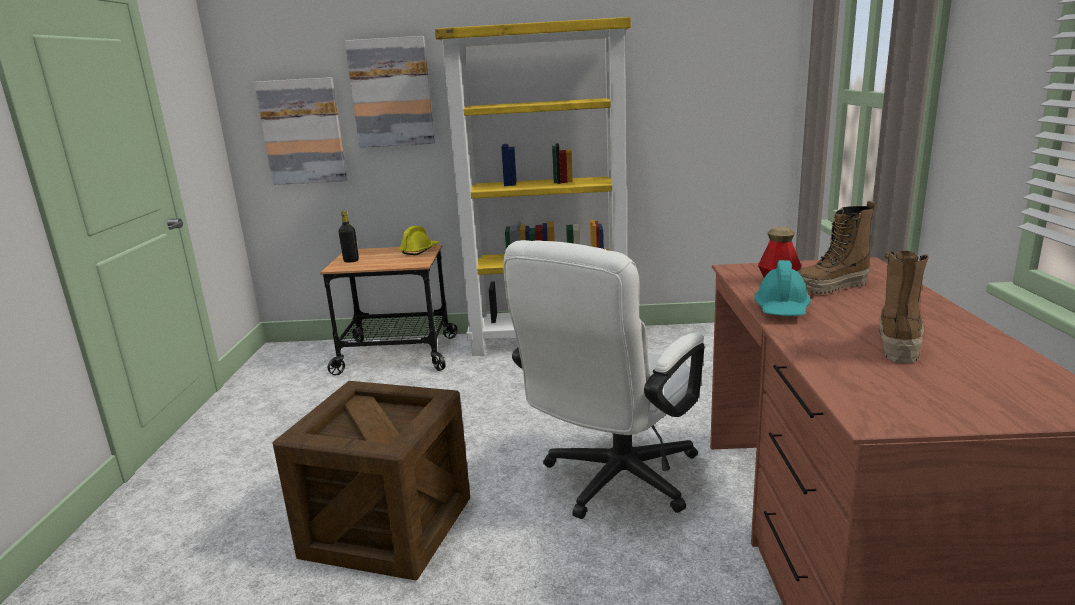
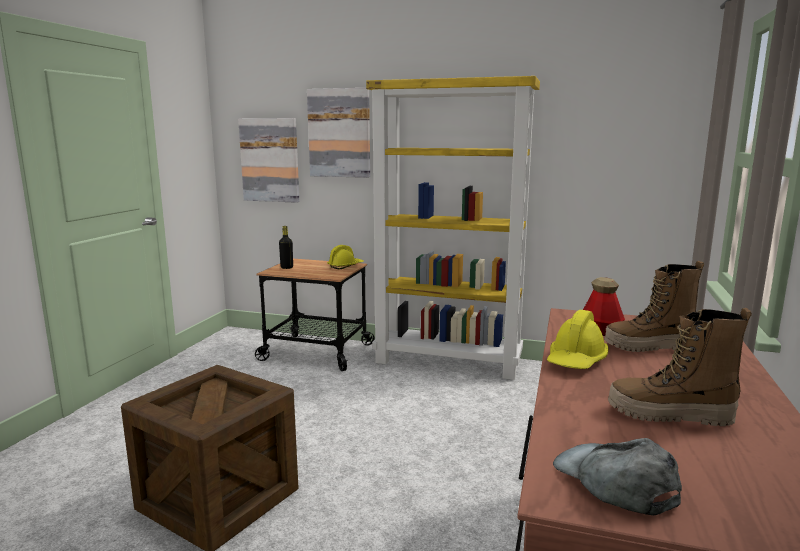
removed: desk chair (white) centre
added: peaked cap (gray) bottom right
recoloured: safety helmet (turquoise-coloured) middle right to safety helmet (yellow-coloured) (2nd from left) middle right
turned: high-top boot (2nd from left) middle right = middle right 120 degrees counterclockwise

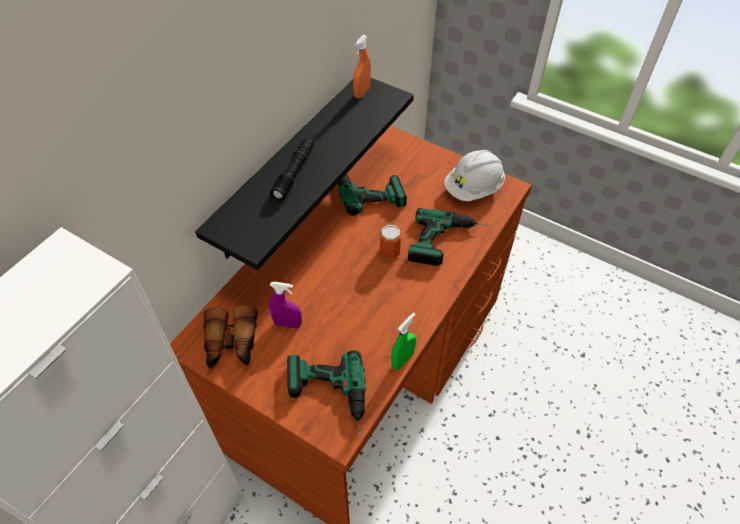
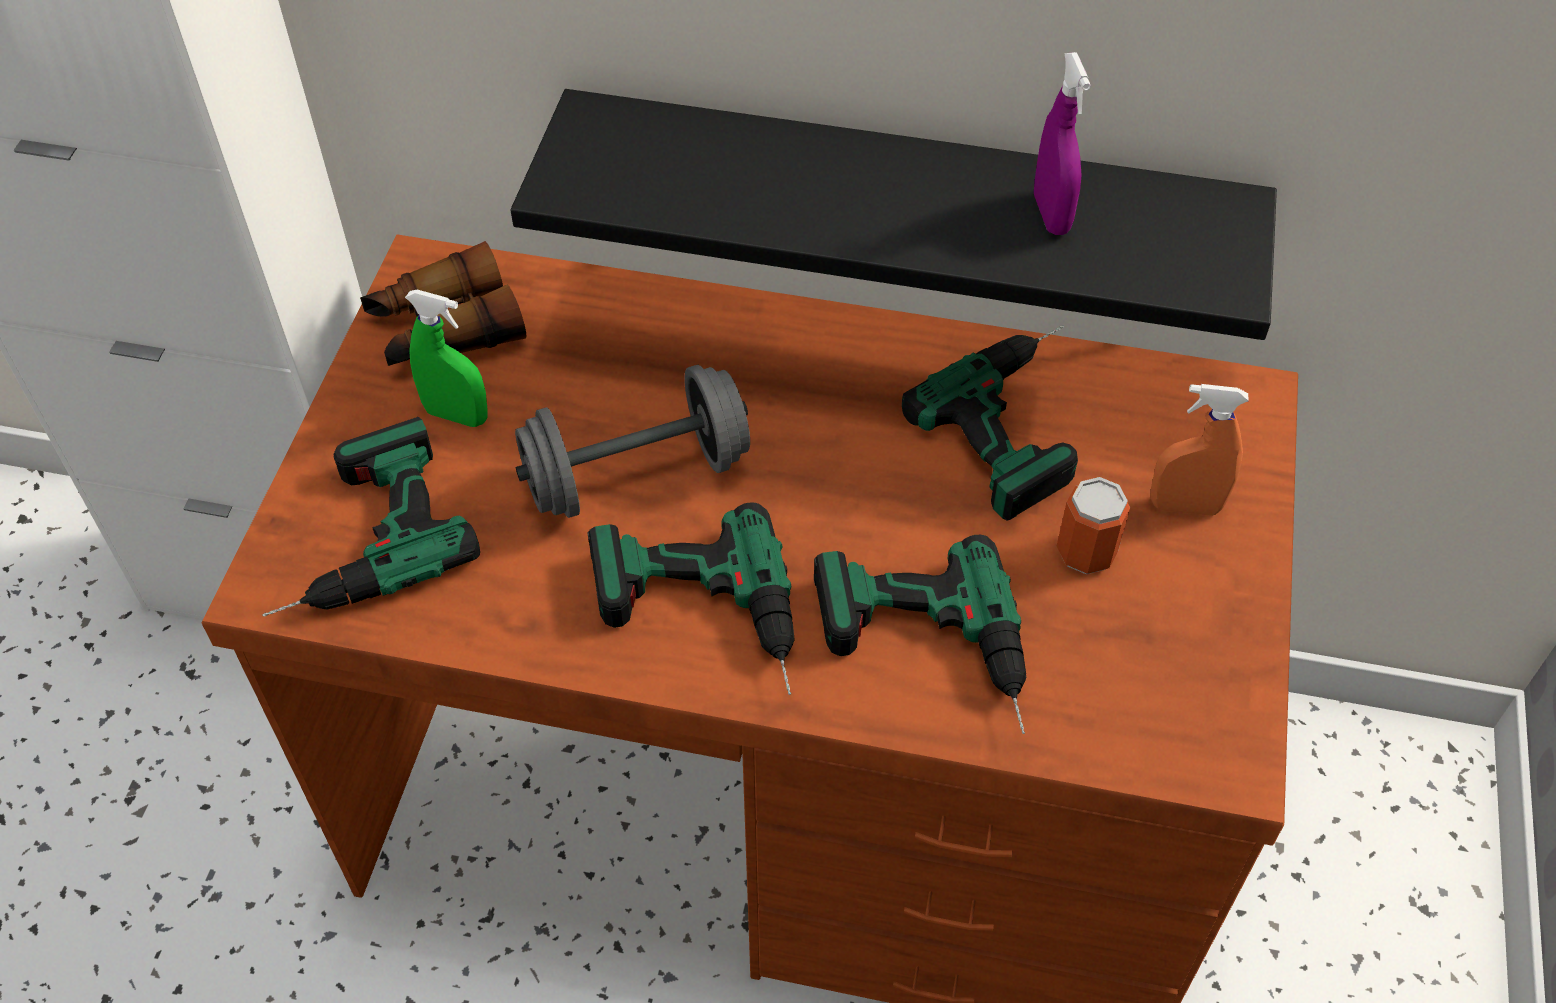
removed: hand torch (blackish) top centre; safety helmet (white) centre
added: hand weight (gray) centre; electric drill (2nd from left) centre
moved: sprayer (purple-coloured) centre to top right; sprayer (orangey) top centre to middle right; metal can centre to middle right; sprayer (green-coloured) centre to middle left

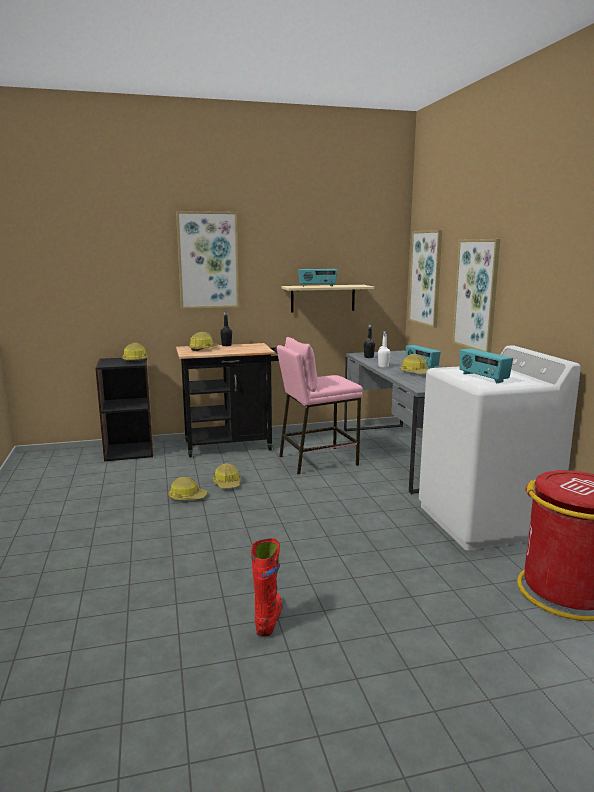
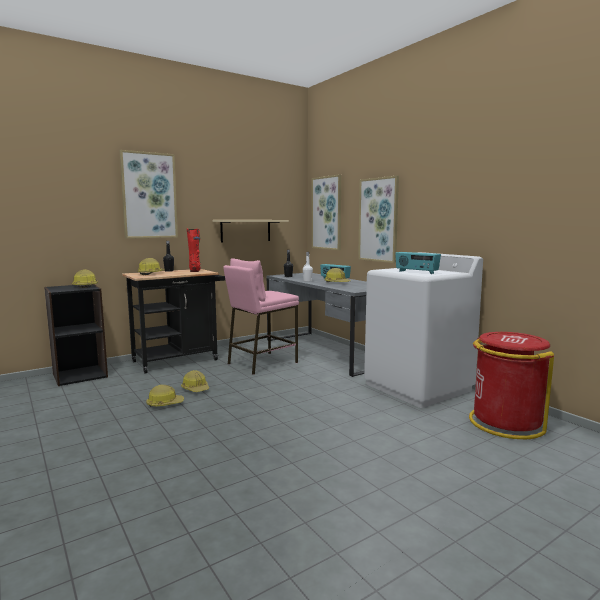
removed: radio receiver (1st from left) centre
moved: high-top boot (red-coloured) bottom centre to middle left

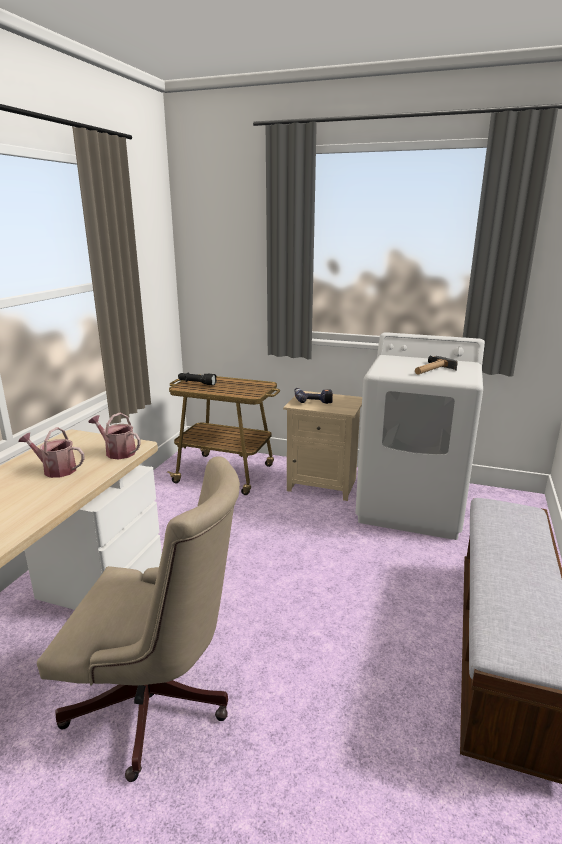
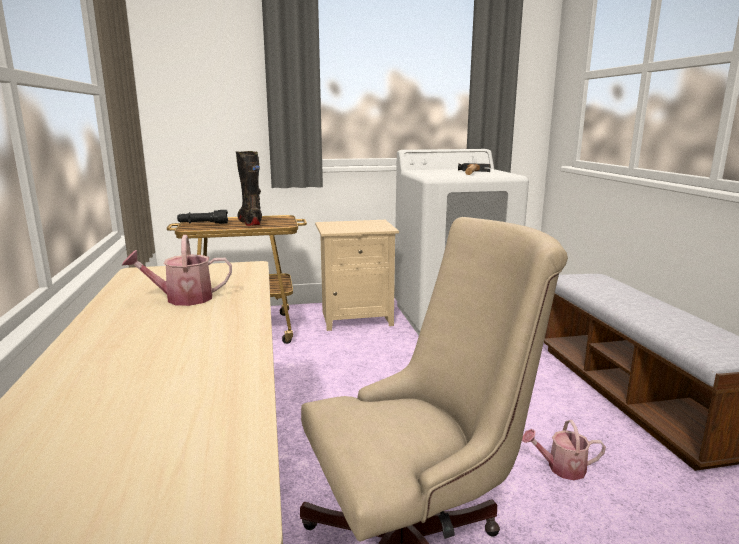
removed: electric drill centre
added: high-top boot (blackish) centre
moved: sprinkling can (2nd from left) middle left to bottom right

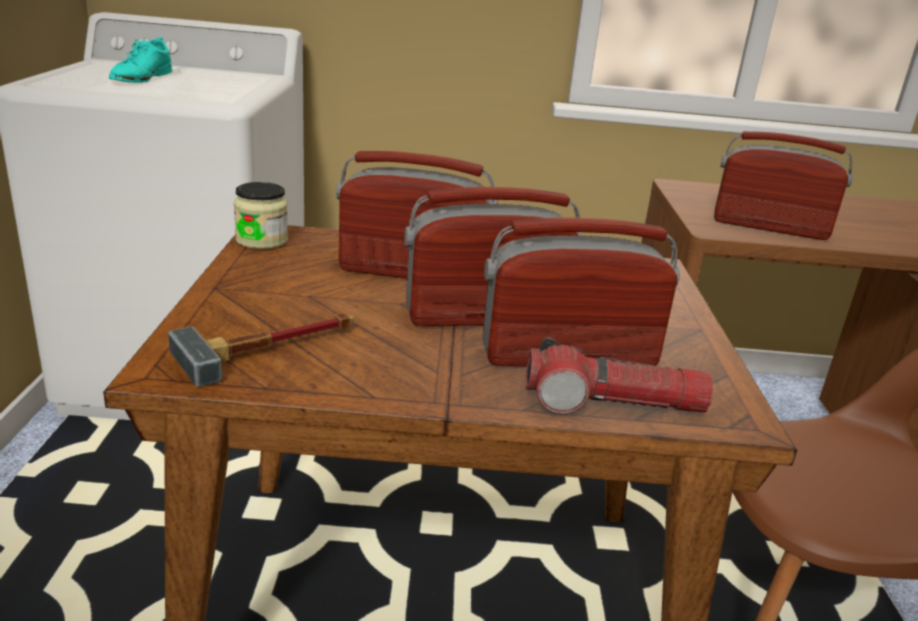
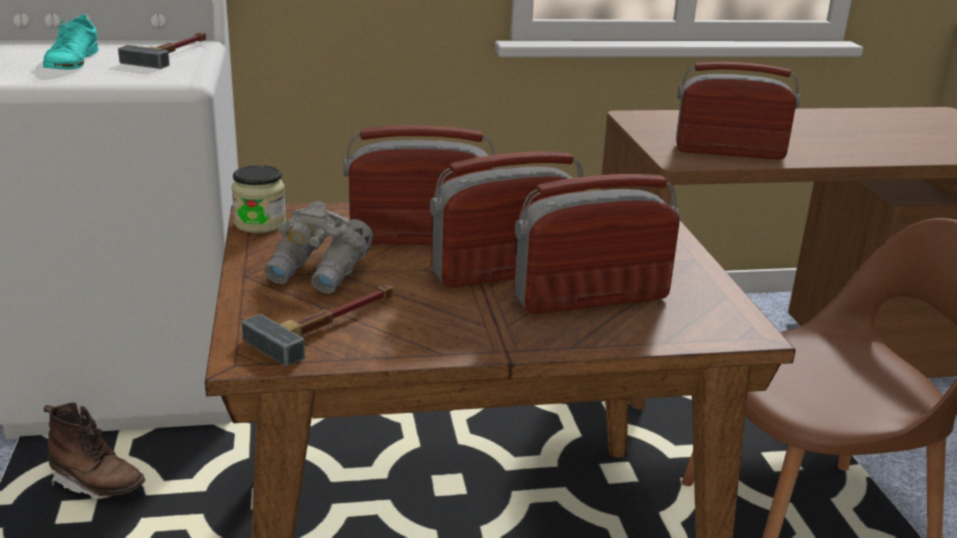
removed: hand torch middle right
added: high-top boot (brown-coloured) bottom left; hammer (1st from left) top left; binoculars (gray) middle left

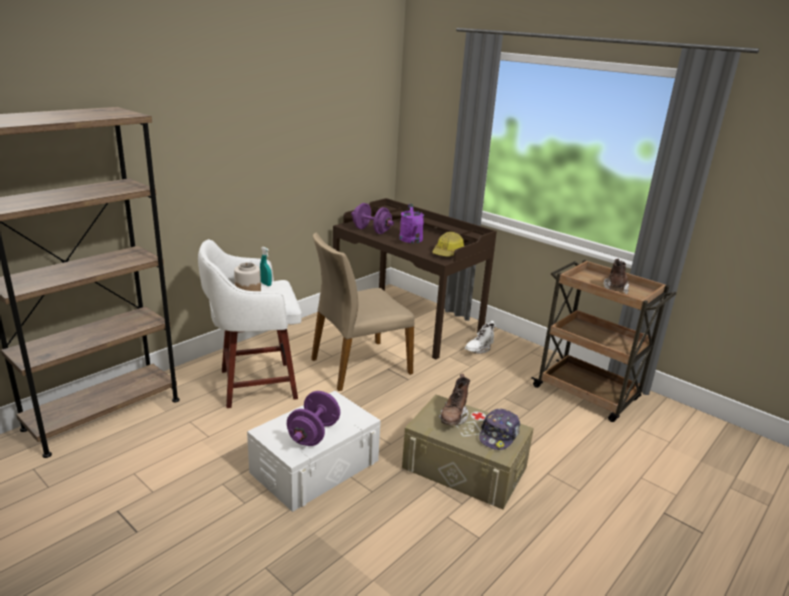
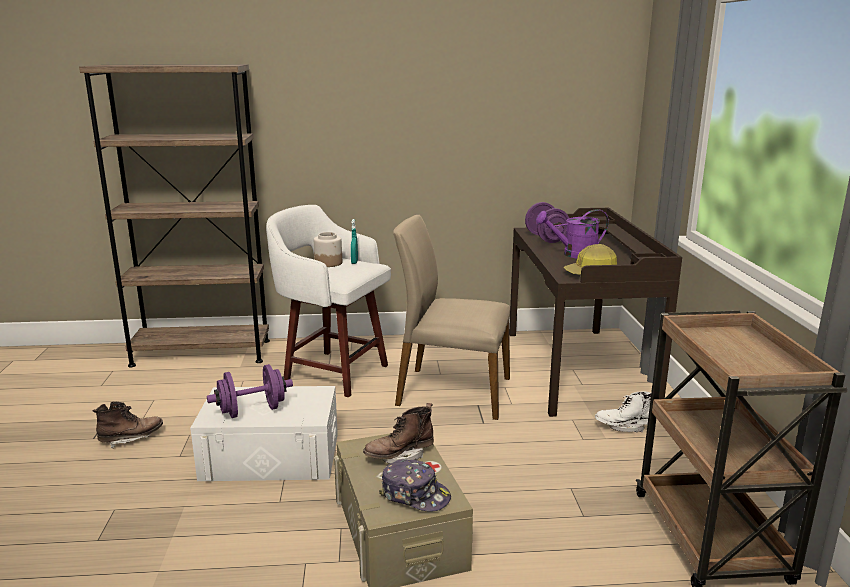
moved: high-top boot (brown-coloured) (2nd from left in the first image) middle right to high-top boot (brown-coloured) (1st from left) bottom left
turned: sprinkling can (purple-coloured) centre = middle right 45 degrees clockwise; peaked cap bottom centre = bottom centre 135 degrees counterclockwise

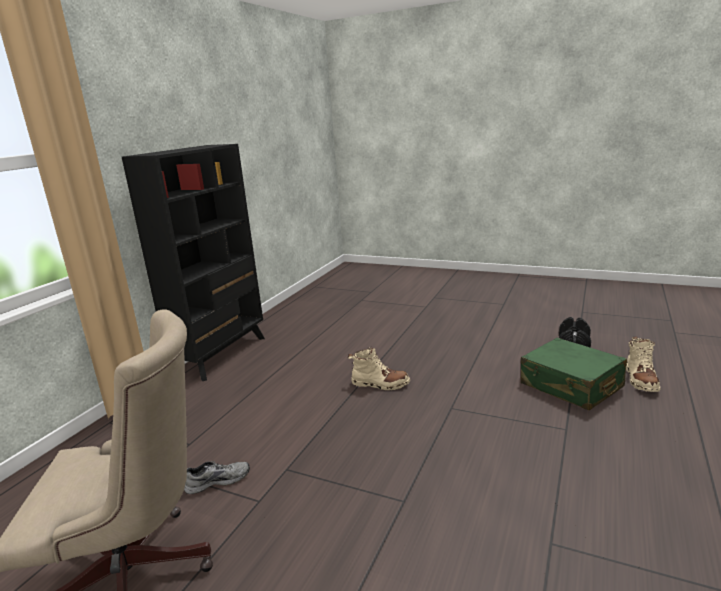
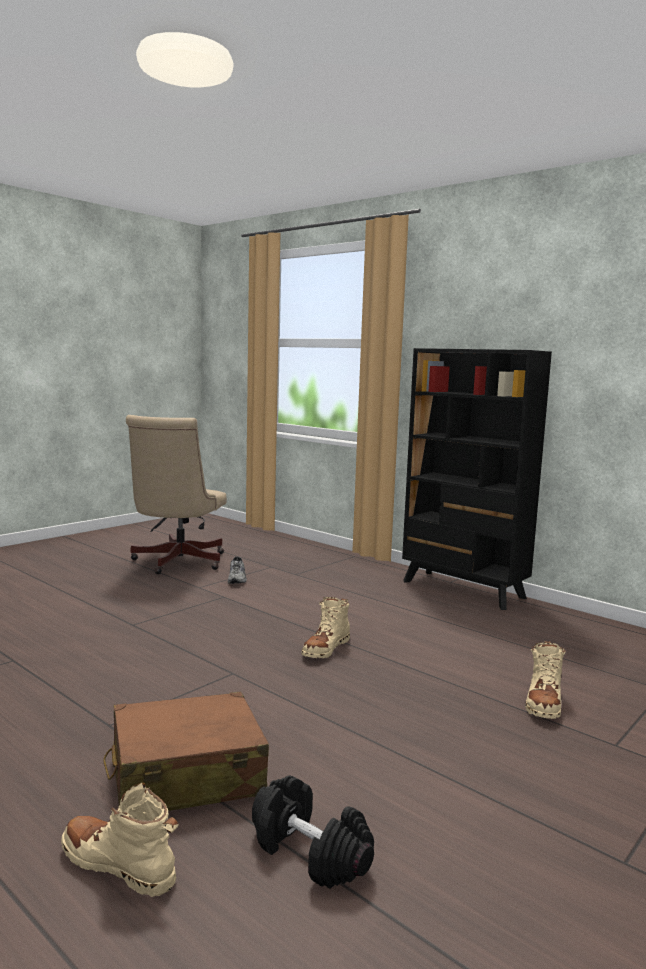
added: high-top boot (sand-coloured) (3rd from left) bottom right
recoloured: piece of luggage (green-coloured) middle right to piece of luggage (brown-coloured) bottom left

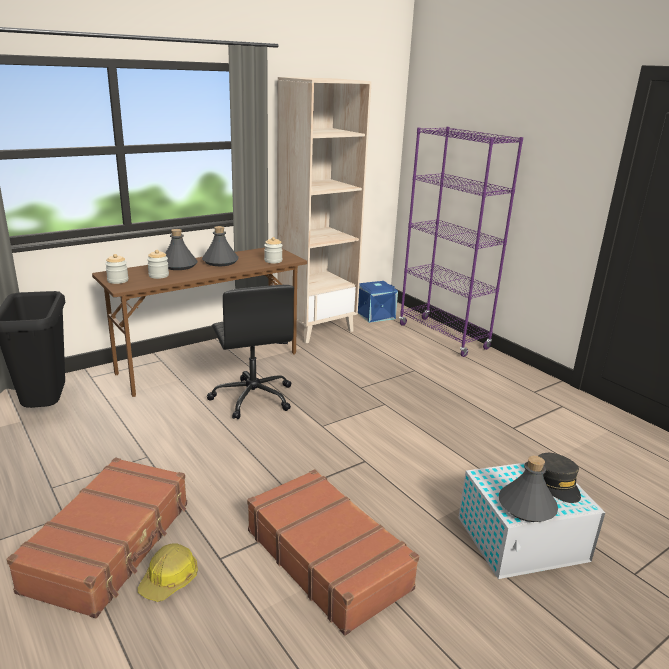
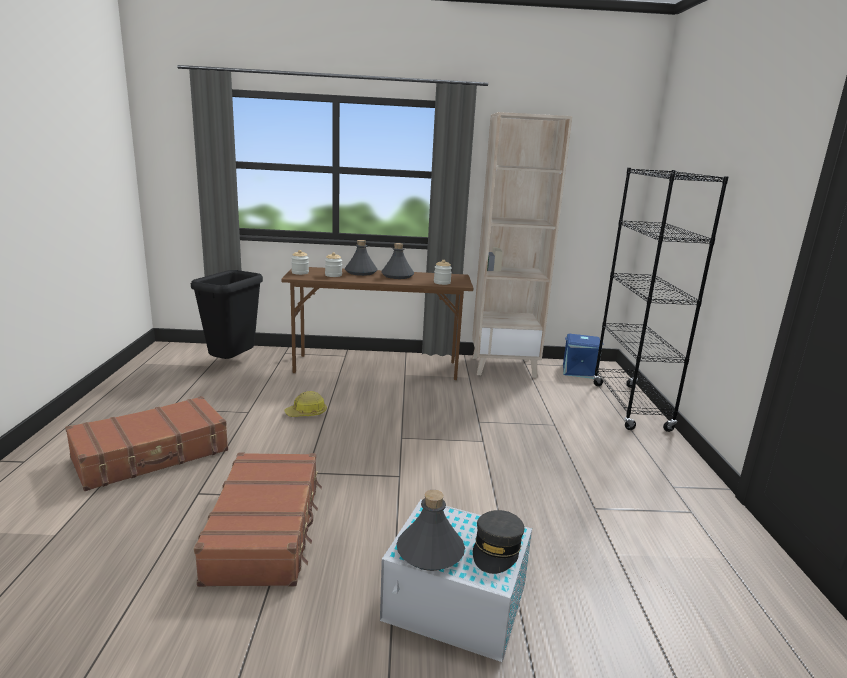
removed: desk chair (blackish) centre
moved: safety helmet bottom left to centre
recoloured: bookcase (purple-coloured) middle right to bookcase (blackish) middle right

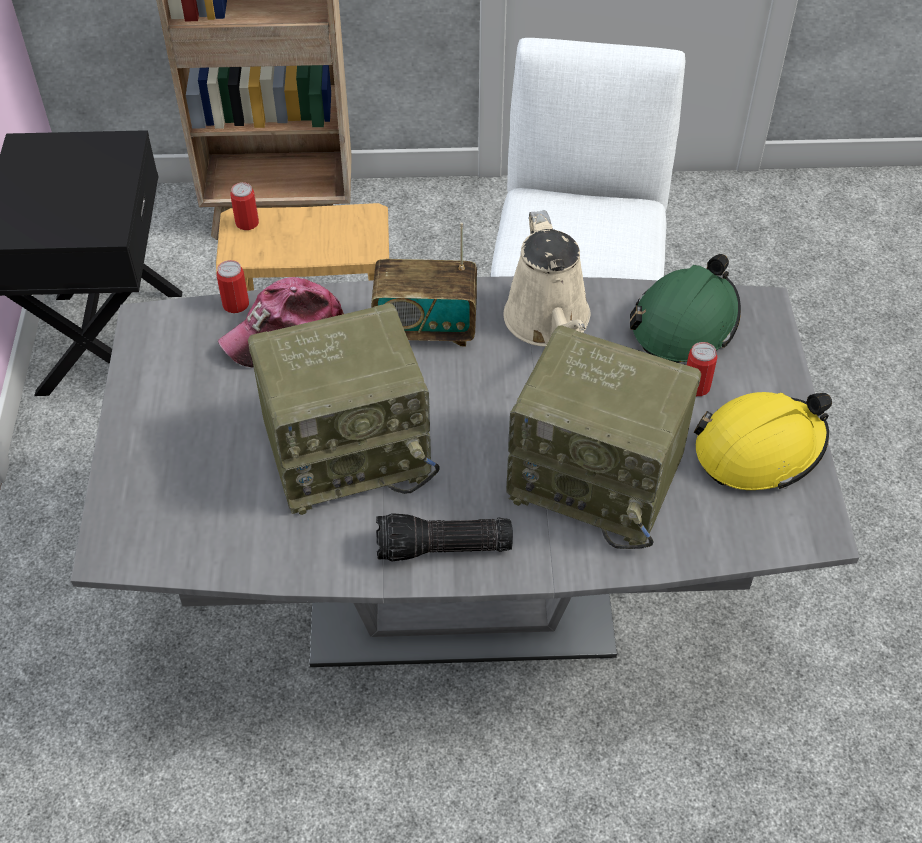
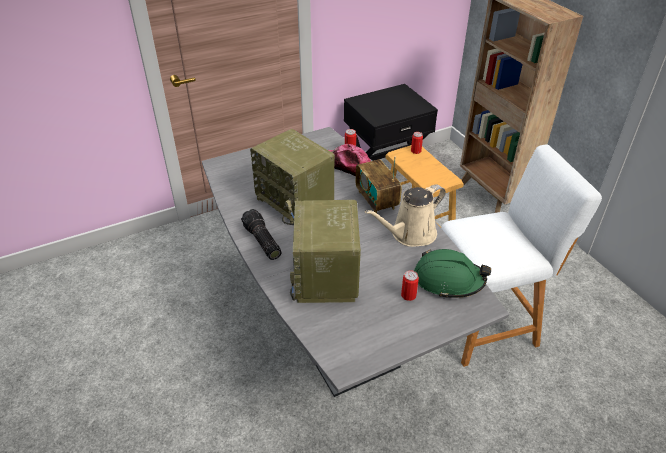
removed: safety helmet (yellow-coloured) middle right

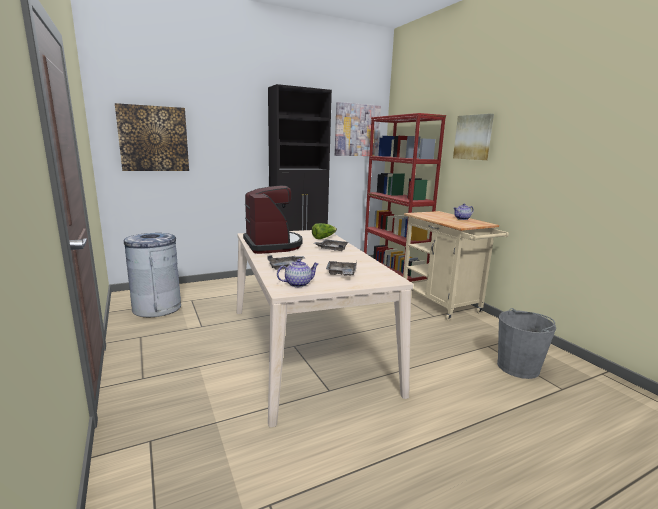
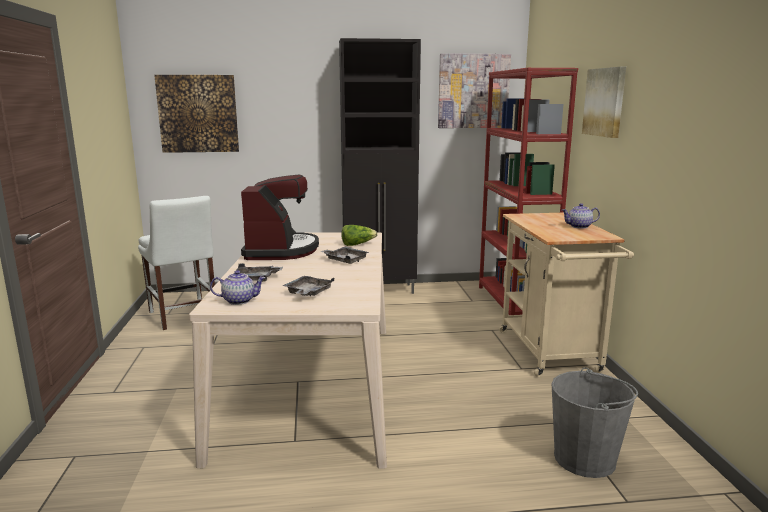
replaced: waste bin (gray) middle left to chair (white) middle left

